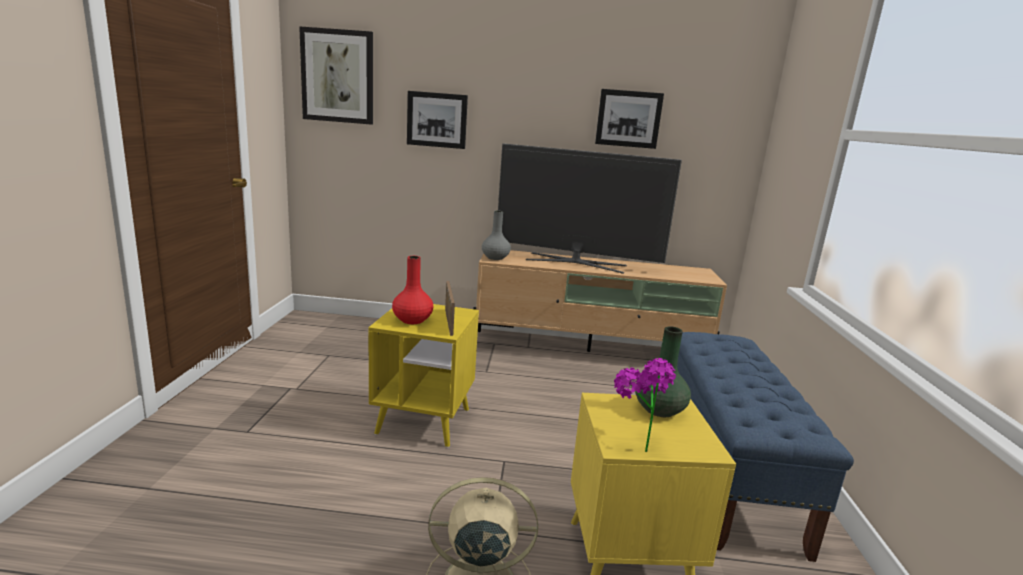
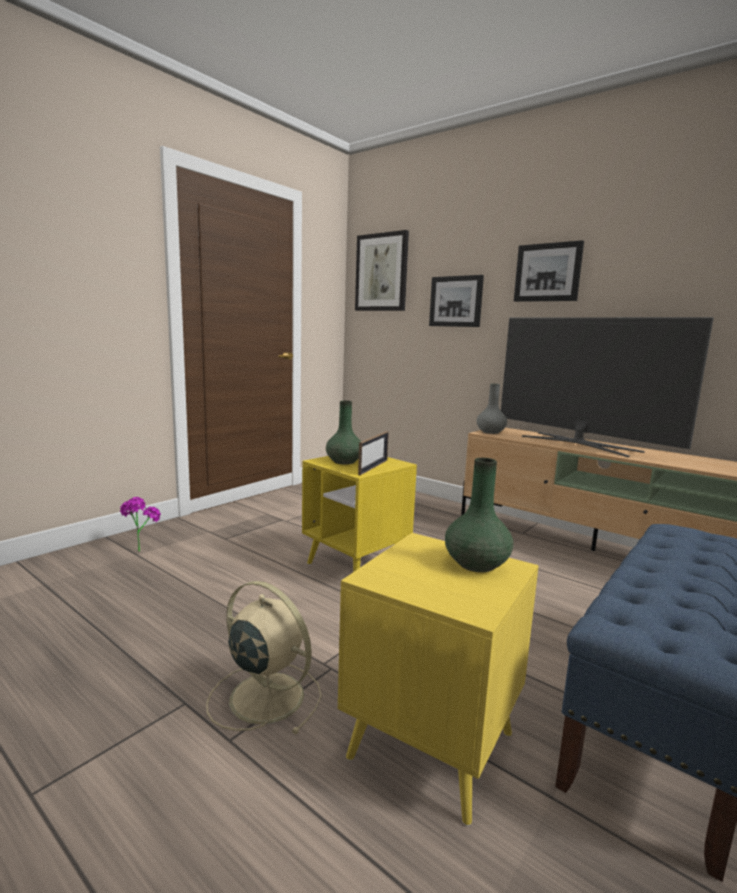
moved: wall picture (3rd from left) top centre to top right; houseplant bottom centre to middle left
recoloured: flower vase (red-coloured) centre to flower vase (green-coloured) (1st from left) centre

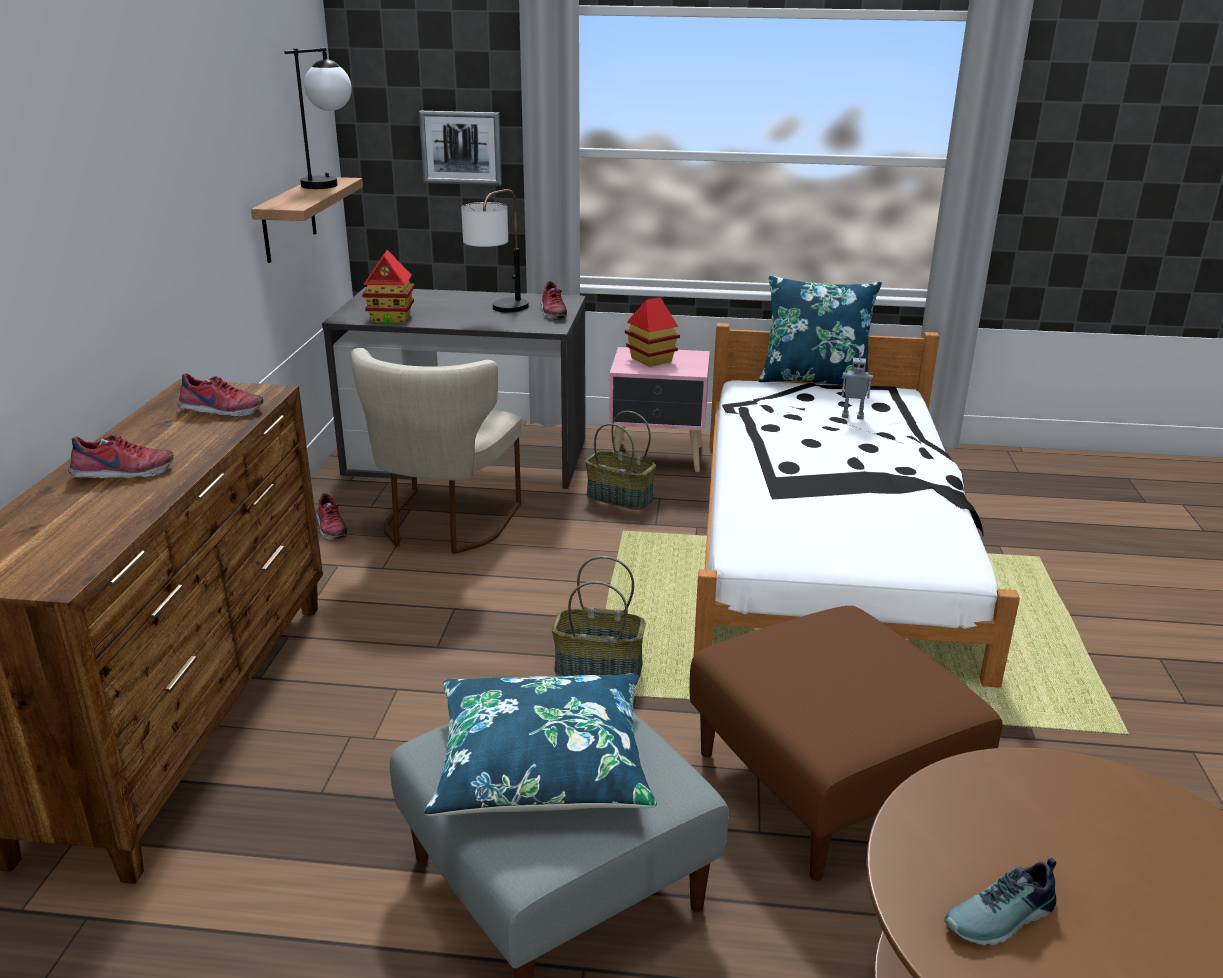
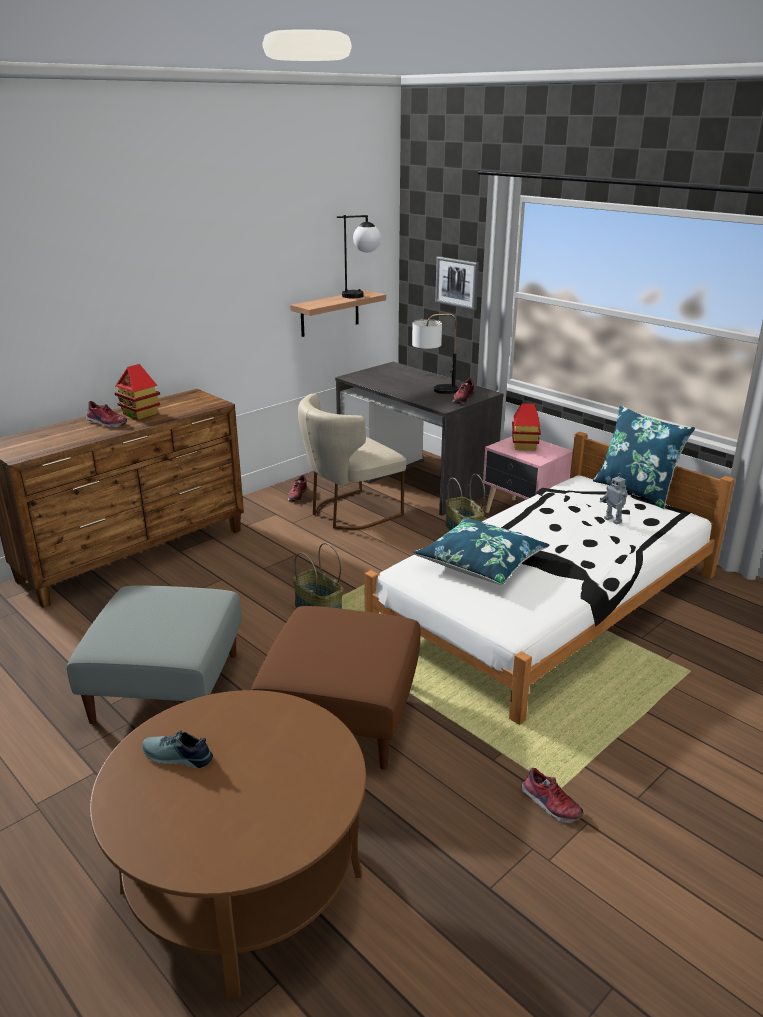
moved: shoe (2nd from left in the first image) middle left to shoe (5th from left) bottom right; toy house (1st from left) top left to middle left; pillow (blue-coloured) (1st from left) bottom centre to centre

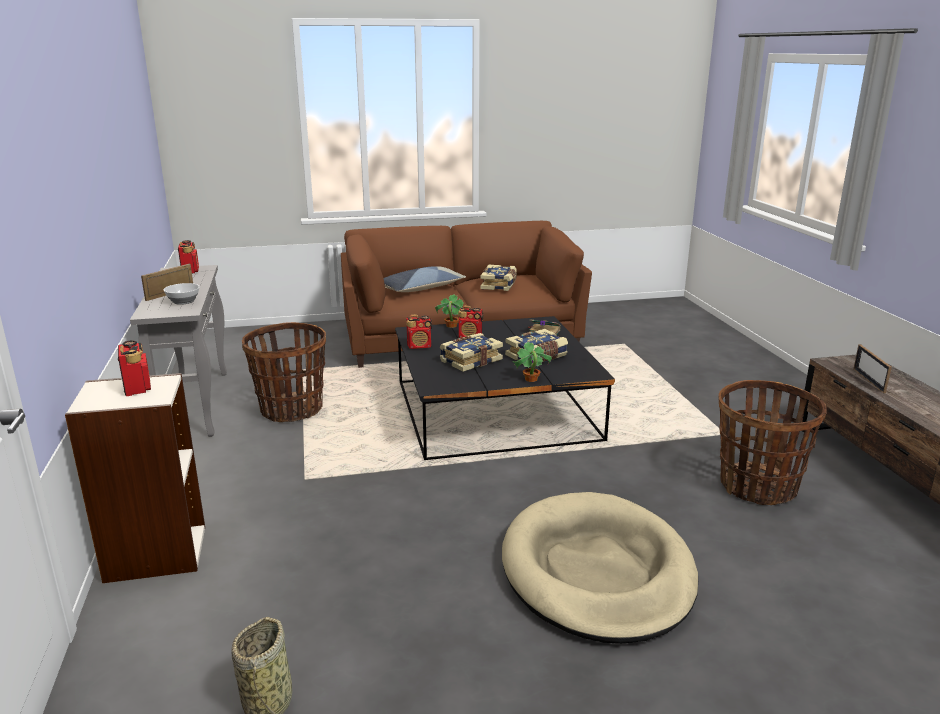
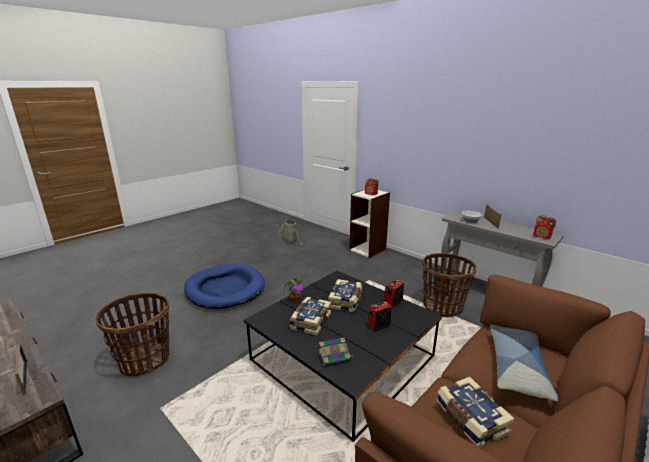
removed: houseplant (1st from left) centre
recoloured: dog bed (sand-coloured) bottom centre to dog bed (blue-coloured) centre

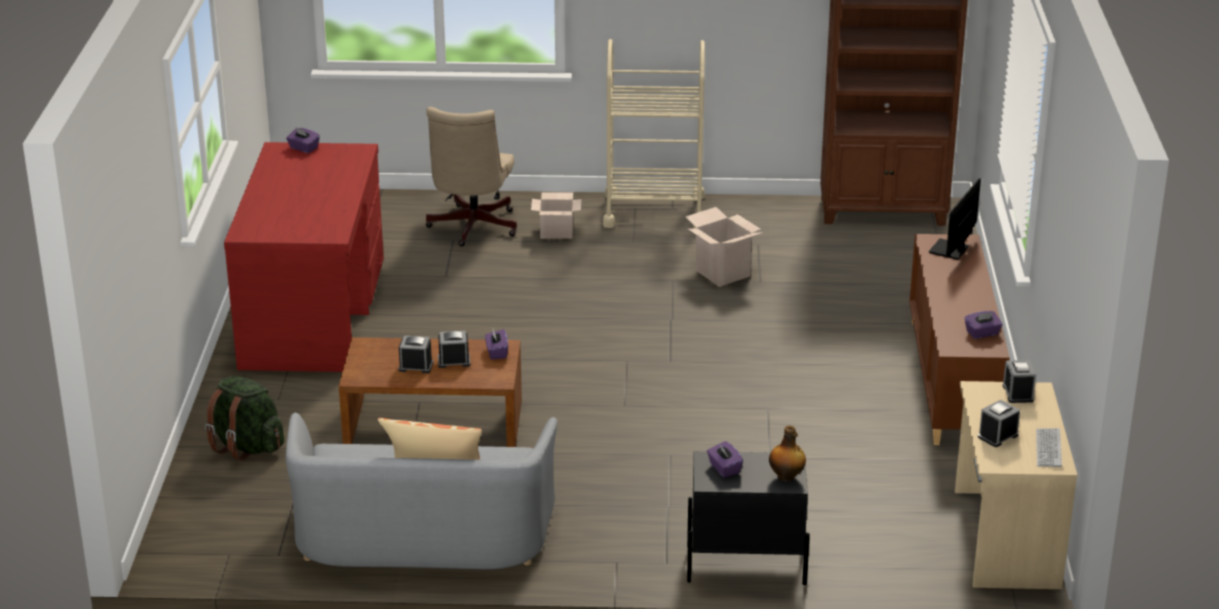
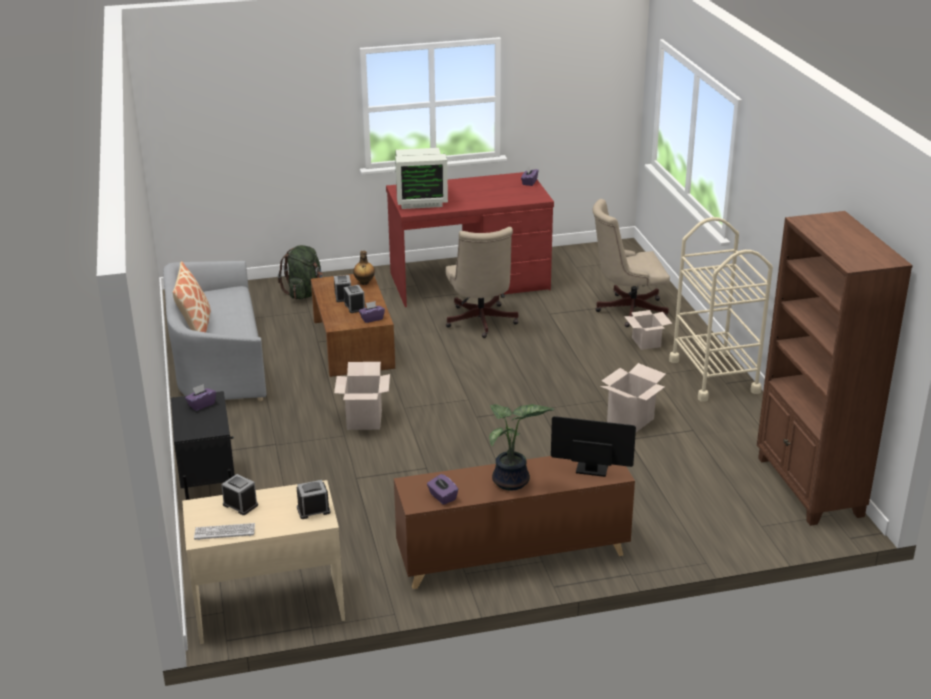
added: carton (1st from left) centre; computer screen (1st from left) top centre; desk chair (sand-coloured) (1st from left) centre; houseplant centre
moved: drink bottle bottom centre to centre

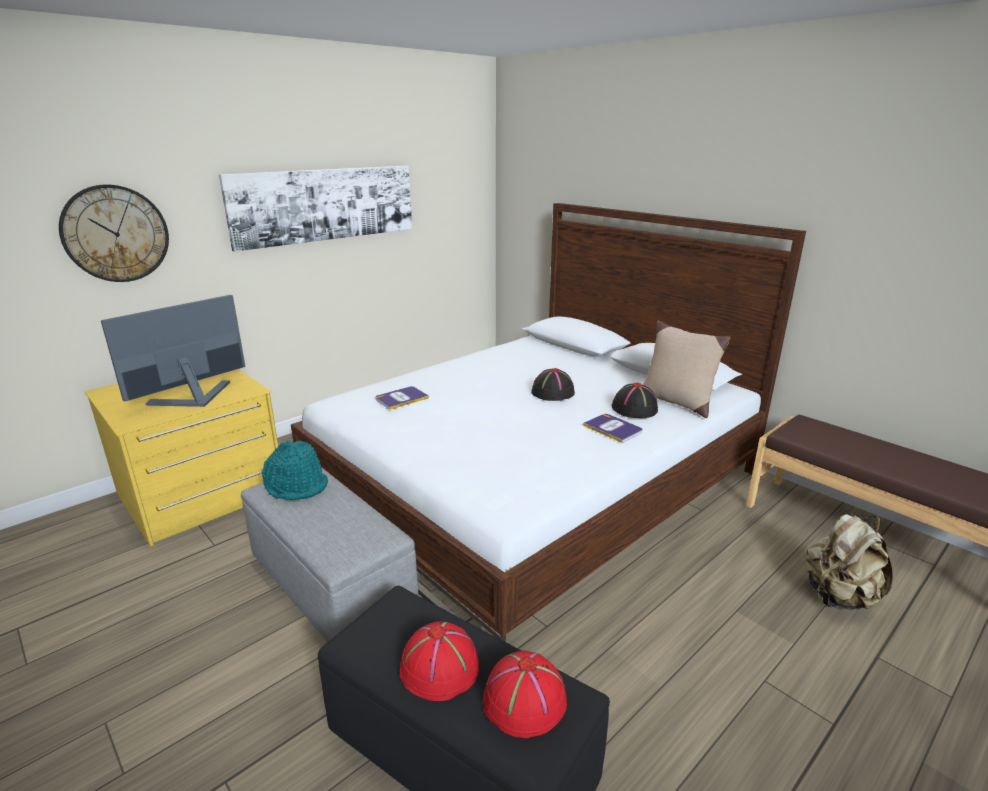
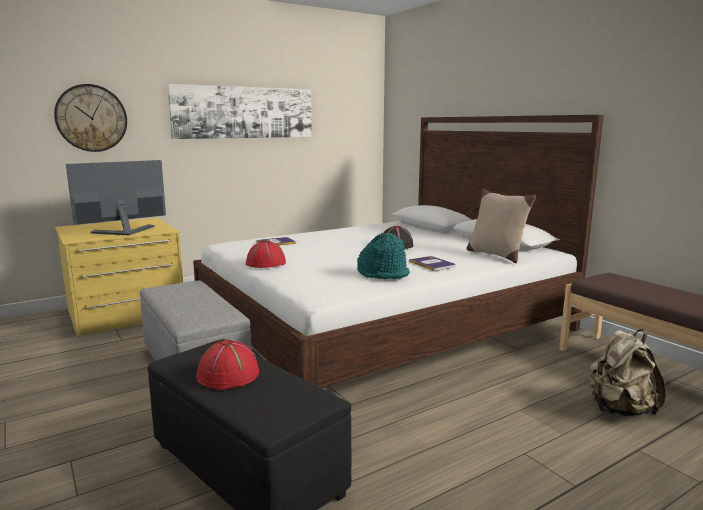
removed: hat (blackish) (2nd from left) centre
moved: hat (turquoise-coloured) middle left to centre; hat (red-coloured) (2nd from left) bottom centre to centre

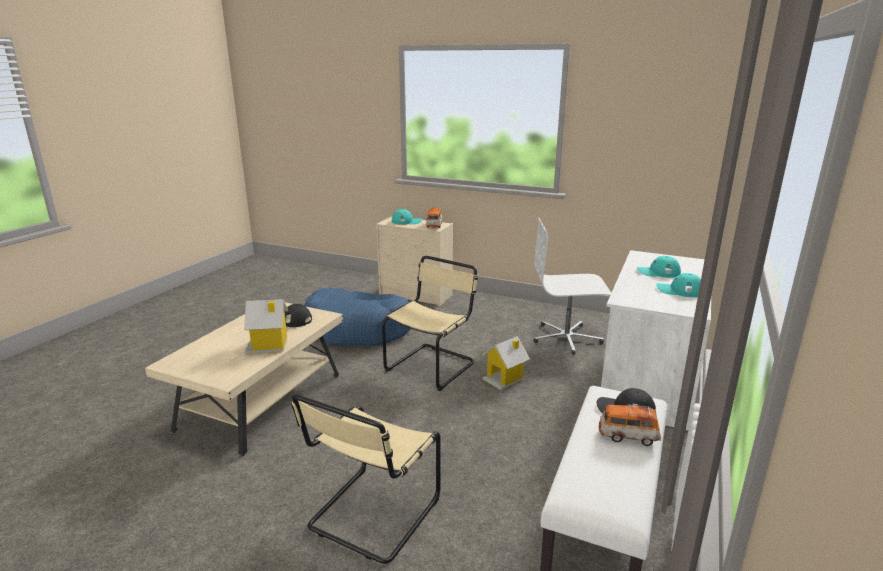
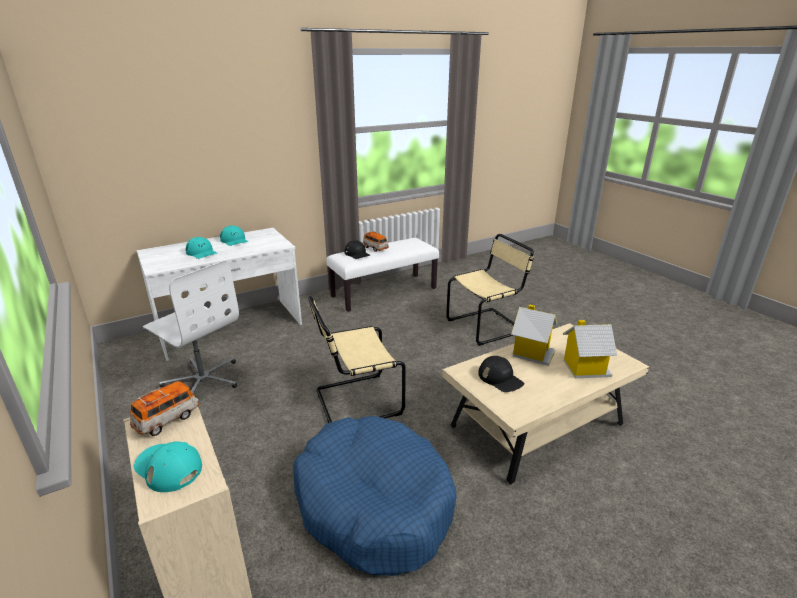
moved: toy house (2nd from left) centre to middle right

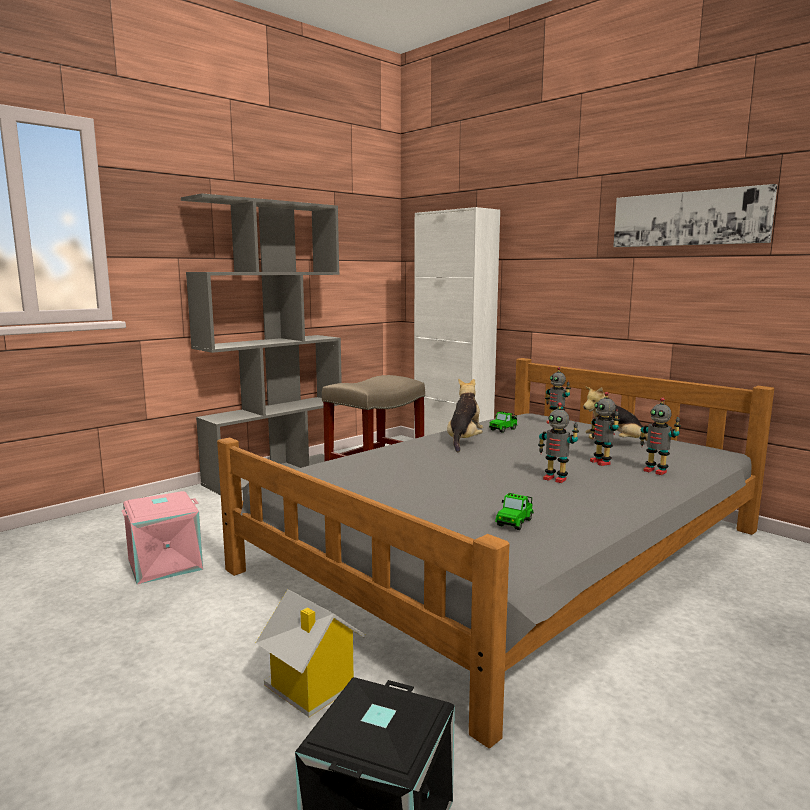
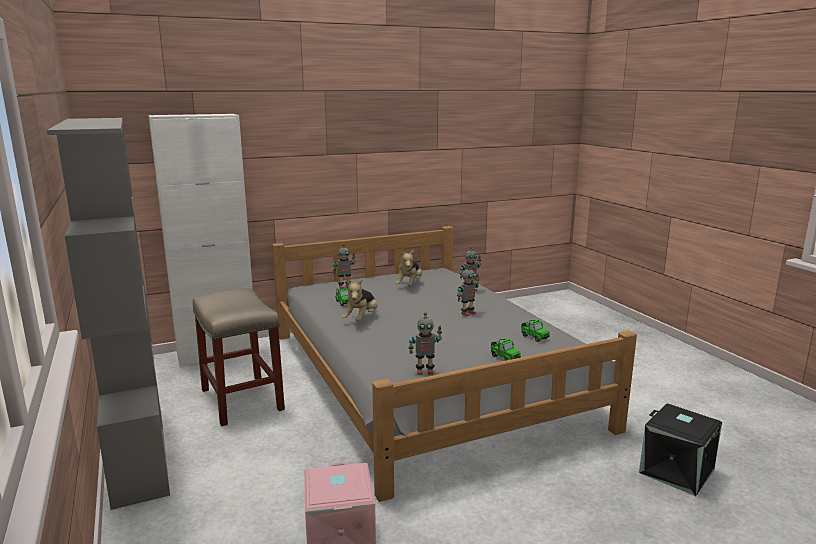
removed: toy house bottom centre; wall picture top right
added: miniature car (2nd from left) centre
moved: toy robot (3rd from left in the first image) middle right to toy robot (2nd from left) centre
turned: soft toy (1st from left) centre = centre 105 degrees counterclockwise

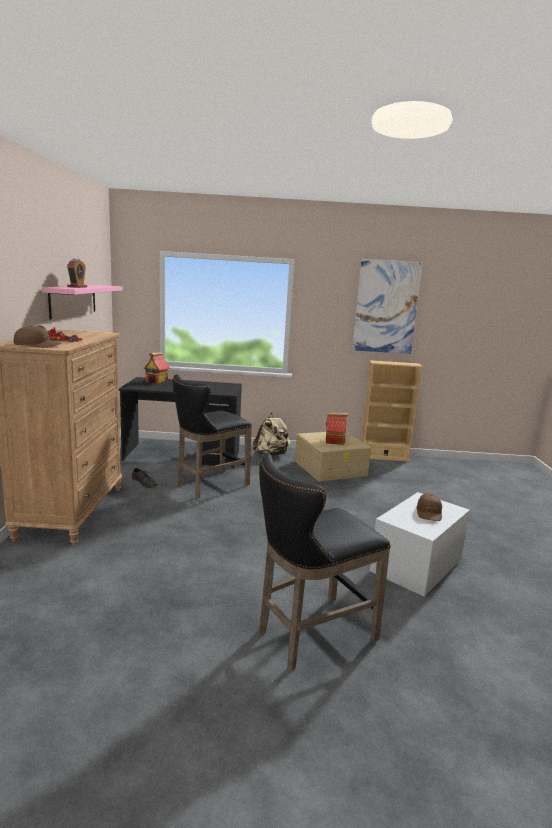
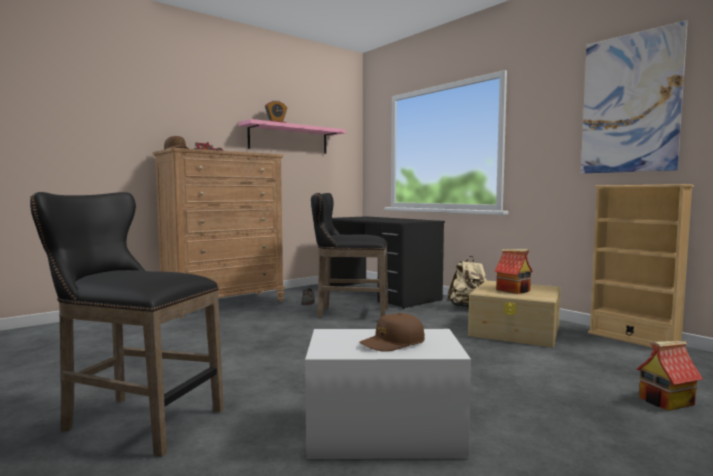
moved: toy house (1st from left in the first image) middle left to toy house (2nd from left) bottom right

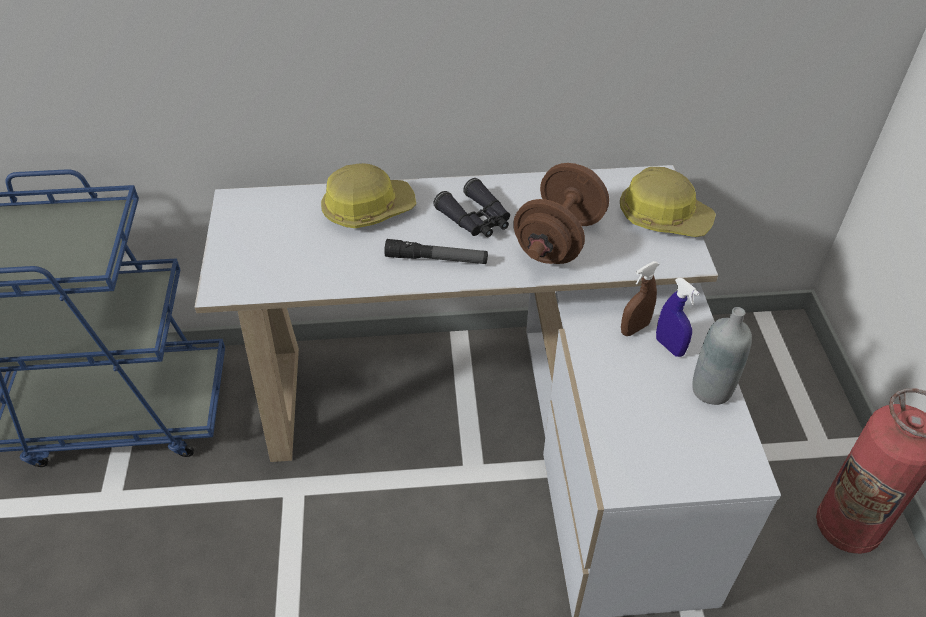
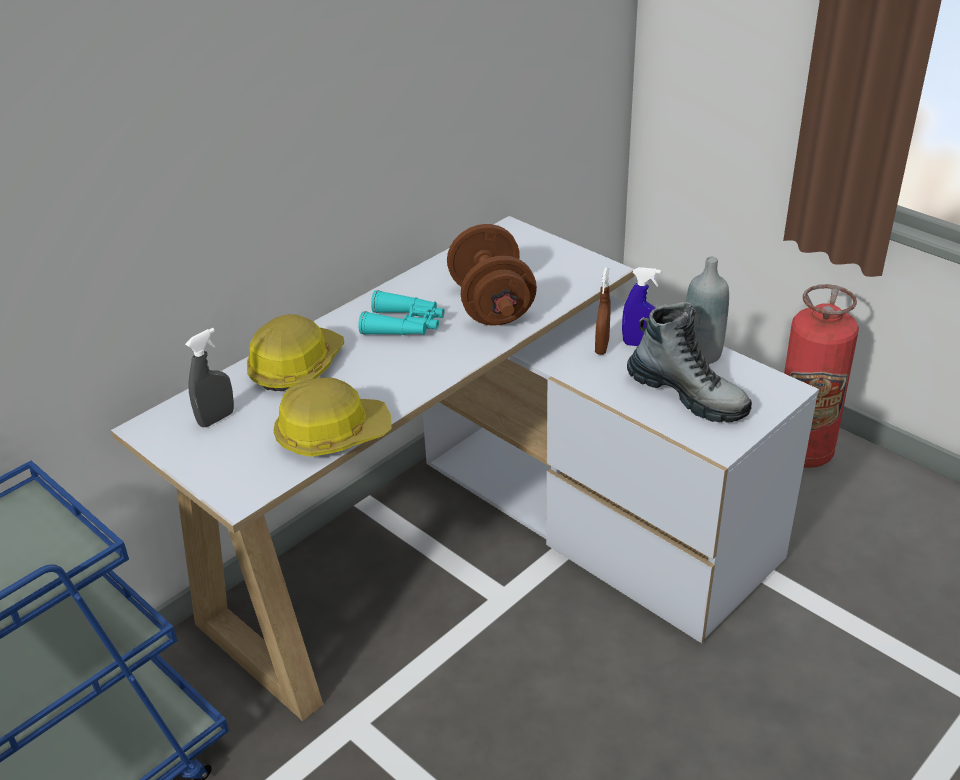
removed: hand torch centre
added: sprayer (gray) middle left; high-top boot middle right
moved: safety helmet (2nd from left) top right to centre
recoloured: binoculars (blackish) centre to binoculars (turquoise-coloured) centre

